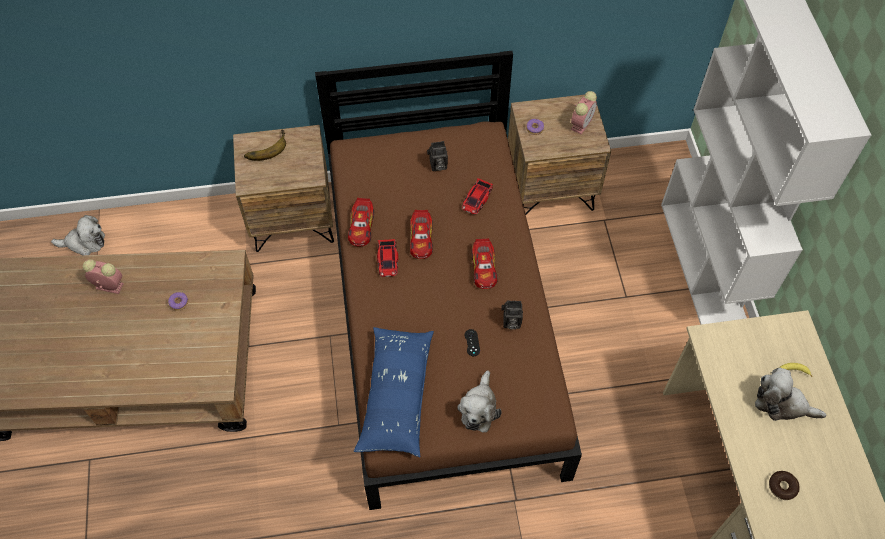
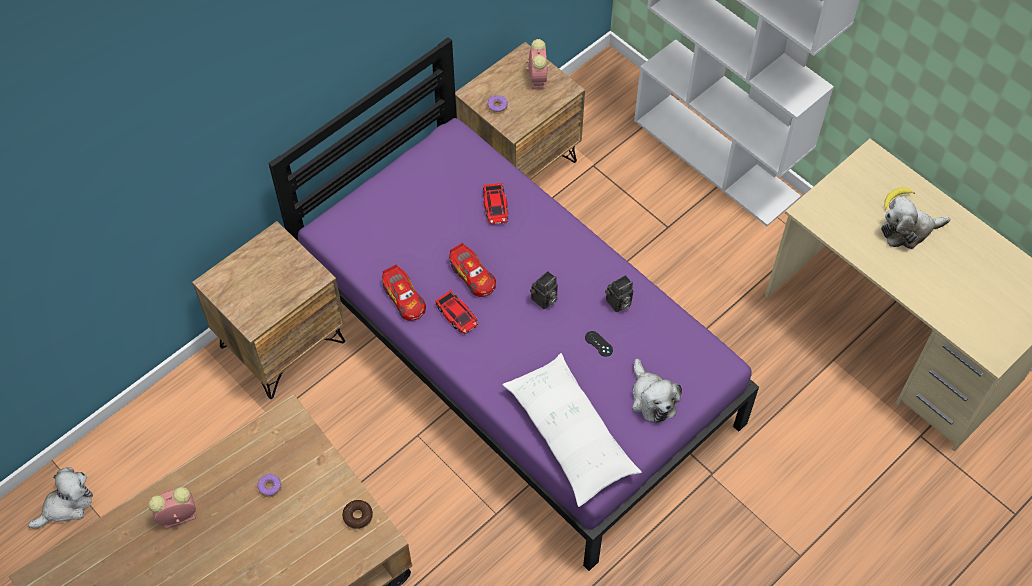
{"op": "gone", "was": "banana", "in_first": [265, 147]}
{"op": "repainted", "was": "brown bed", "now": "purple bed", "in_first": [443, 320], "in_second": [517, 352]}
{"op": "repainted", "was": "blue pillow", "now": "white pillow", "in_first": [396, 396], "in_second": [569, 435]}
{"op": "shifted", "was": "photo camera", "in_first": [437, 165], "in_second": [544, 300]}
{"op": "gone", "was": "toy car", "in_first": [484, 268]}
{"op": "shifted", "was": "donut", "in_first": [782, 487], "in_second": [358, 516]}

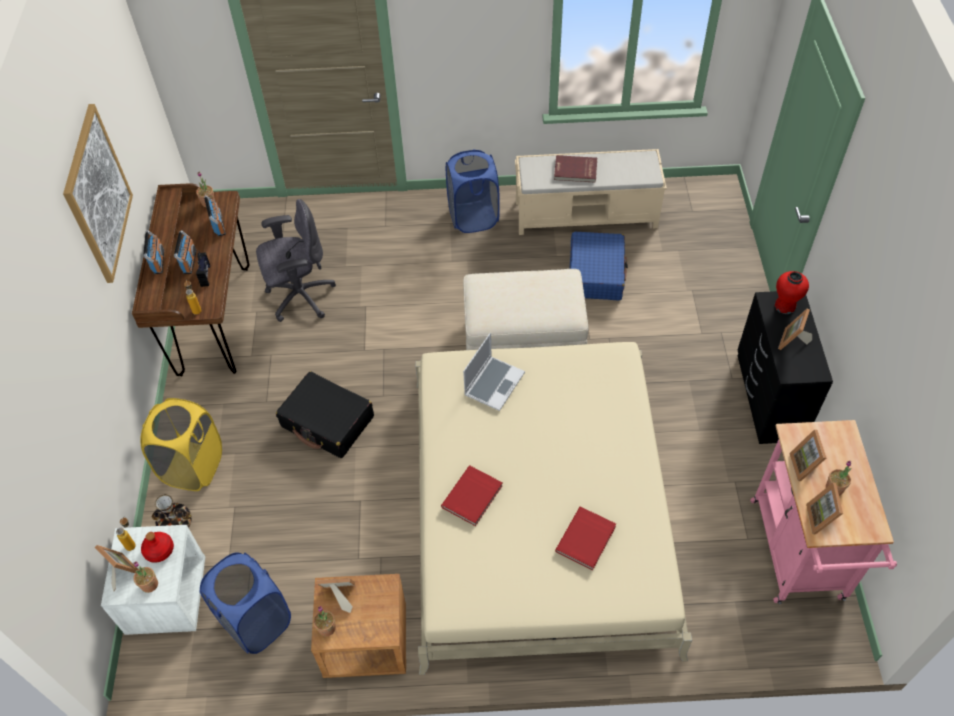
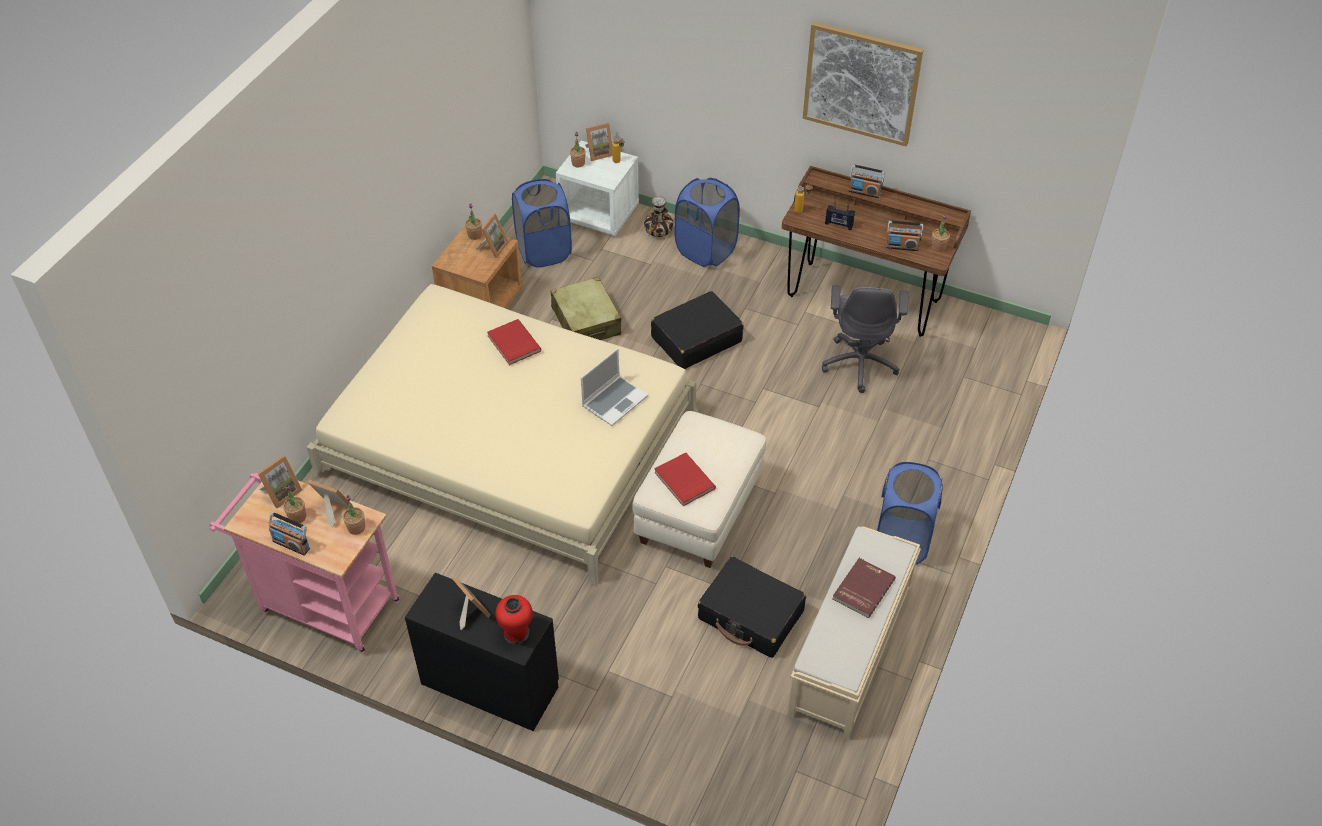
{"op": "repainted", "was": "yellow laundry basket", "now": "blue laundry basket", "in_first": [193, 467], "in_second": [706, 250]}
{"op": "gone", "was": "red bottle", "in_first": [159, 550]}
{"op": "shifted", "was": "radio", "in_first": [189, 262], "in_second": [291, 544]}
{"op": "rotated", "was": "laptop", "in_first": [494, 383], "in_second": [614, 401], "clockwise": -105}
{"op": "shifted", "was": "red book", "in_first": [586, 539], "in_second": [683, 481]}
{"op": "repainted", "was": "blue suitcase", "now": "black suitcase", "in_first": [596, 273], "in_second": [751, 615]}
{"op": "rotated", "was": "picture frame", "in_first": [822, 519], "in_second": [281, 493], "clockwise": 105}
{"op": "new", "now": "potted plant", "in_second": [356, 528]}
{"op": "new", "now": "beige suitcase", "in_second": [586, 321]}

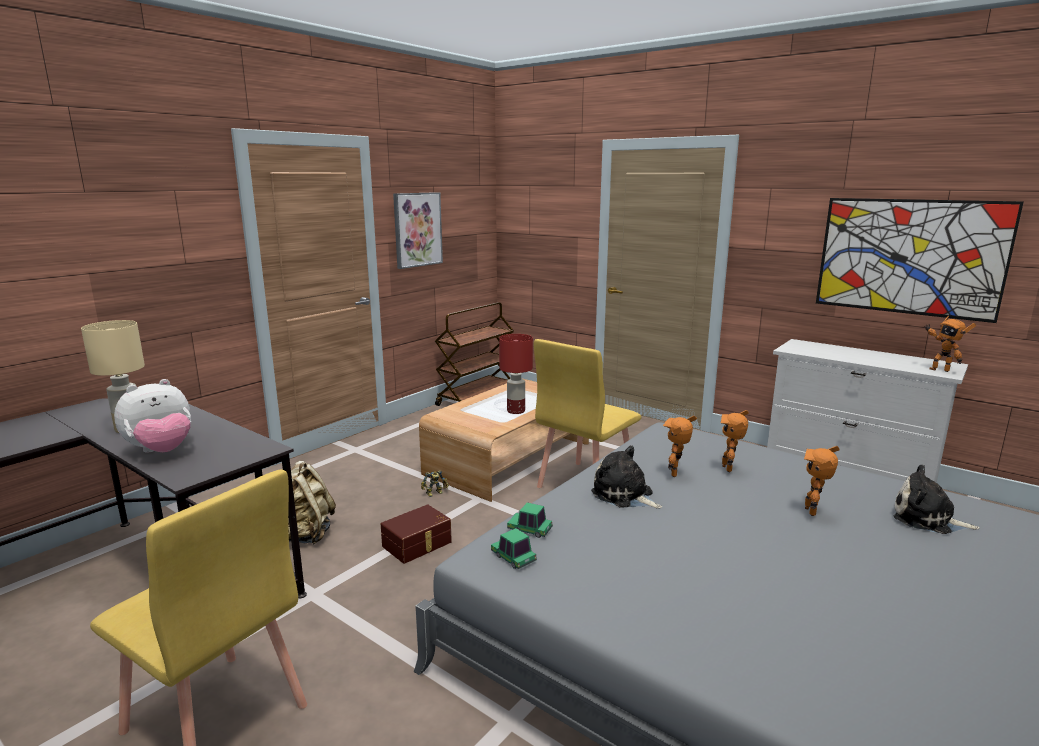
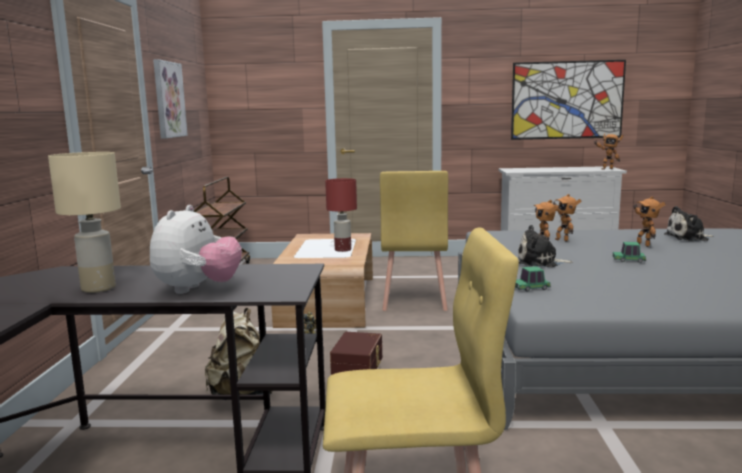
{"op": "shifted", "was": "toy car", "in_first": [513, 558], "in_second": [628, 260]}

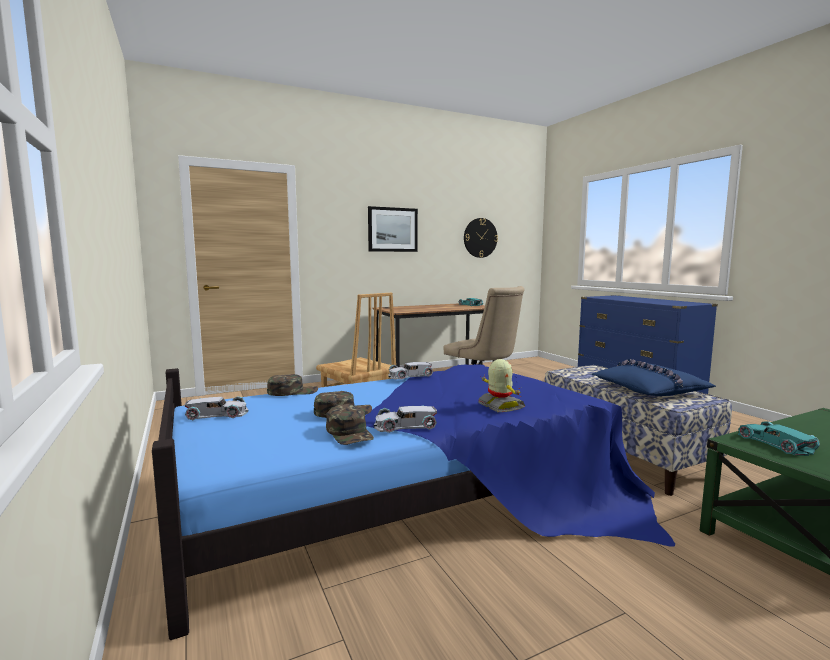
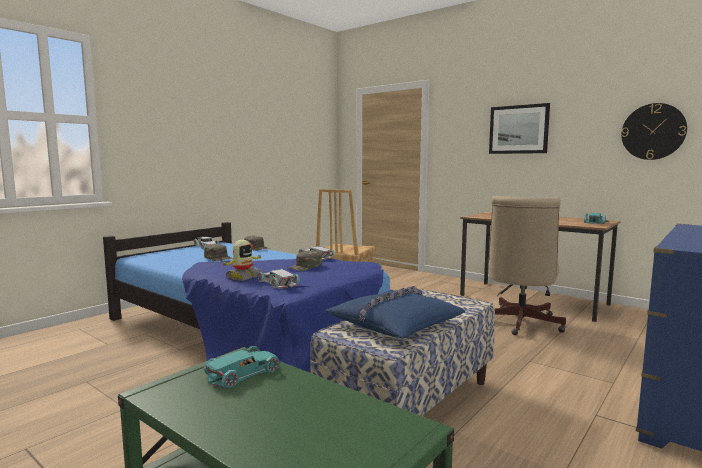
{"op": "shifted", "was": "green cap", "in_first": [350, 433], "in_second": [305, 267]}
{"op": "shifted", "was": "white toy car", "in_first": [405, 425], "in_second": [278, 283]}

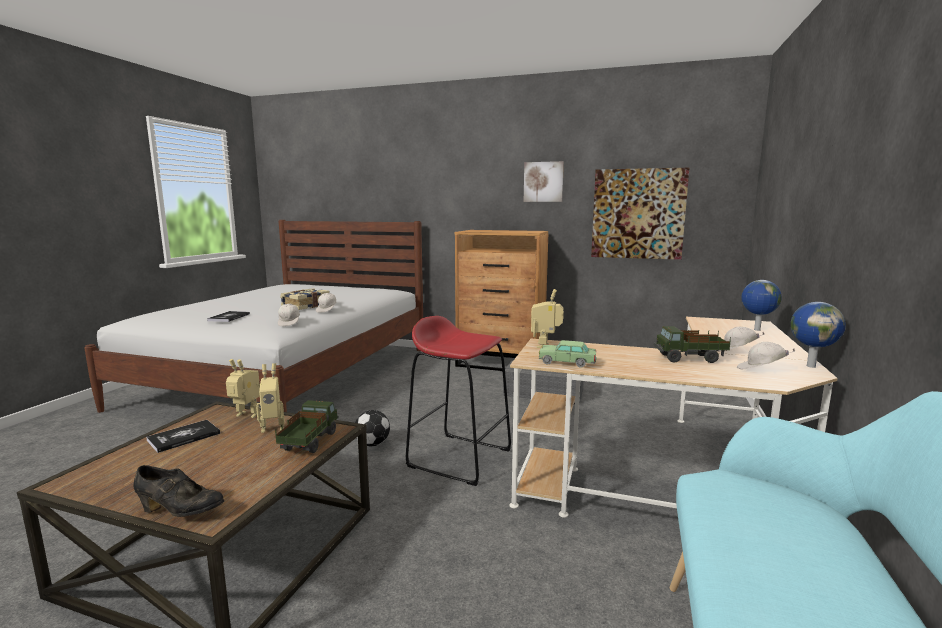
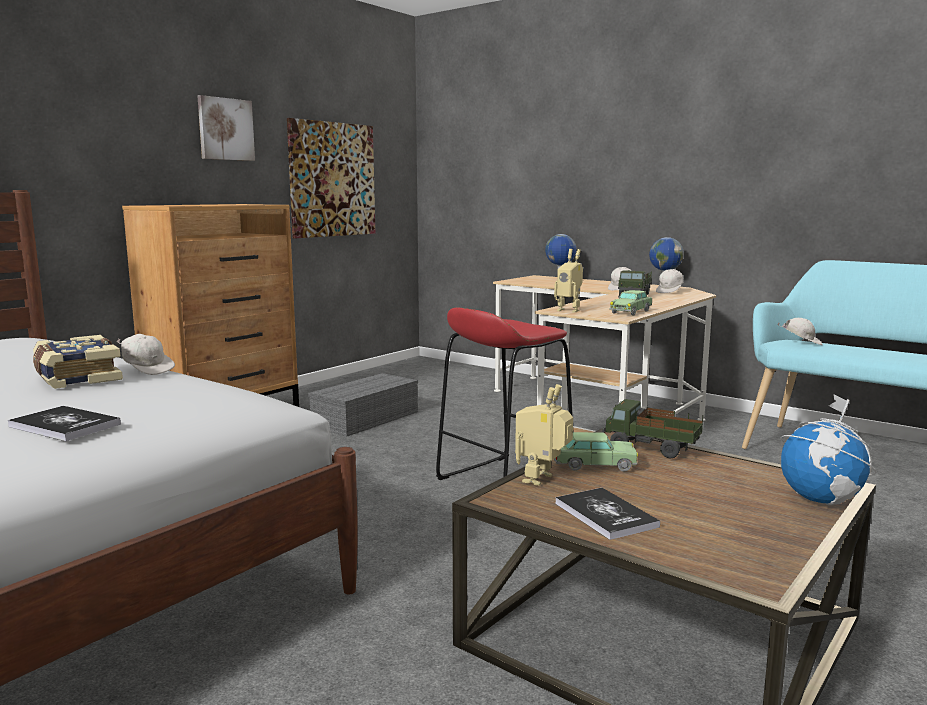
{"op": "swapped", "was": "black shoe", "now": "globe", "in_first": [180, 511], "in_second": [822, 500]}
{"op": "swapped", "was": "toy robot", "now": "toy car", "in_first": [273, 427], "in_second": [594, 465]}
{"op": "shifted", "was": "white cap", "in_first": [289, 323], "in_second": [801, 343]}
{"op": "gone", "was": "football", "in_first": [373, 444]}

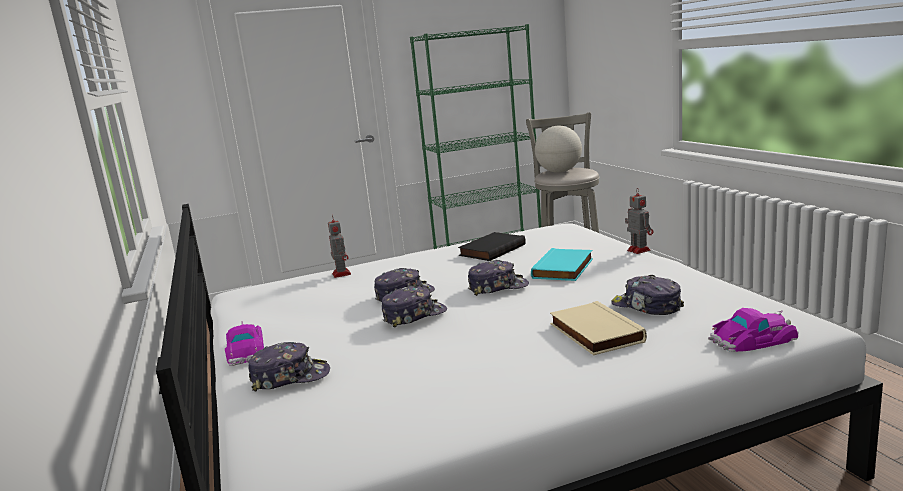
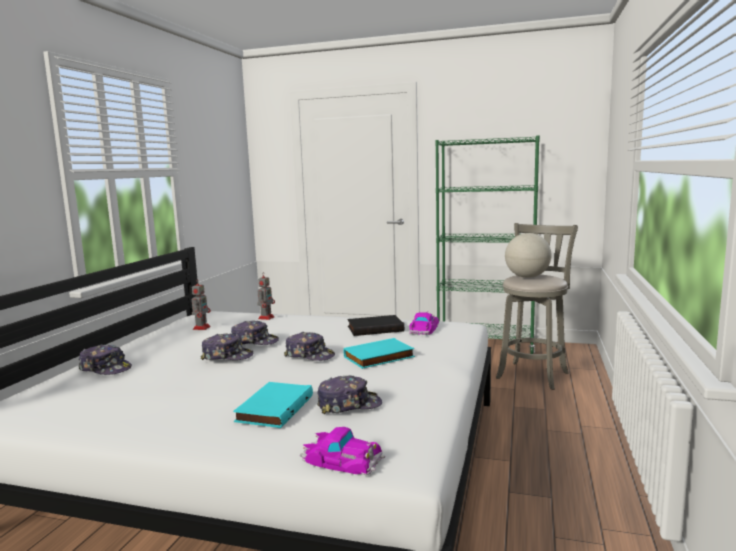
{"op": "shifted", "was": "toy car", "in_first": [245, 350], "in_second": [423, 329]}
{"op": "repainted", "was": "beige book", "now": "turquoise book", "in_first": [593, 333], "in_second": [273, 408]}
{"op": "rotated", "was": "cap", "in_first": [646, 307], "in_second": [349, 405], "clockwise": 90}
{"op": "shifted", "was": "toy robot", "in_first": [638, 250], "in_second": [202, 327]}

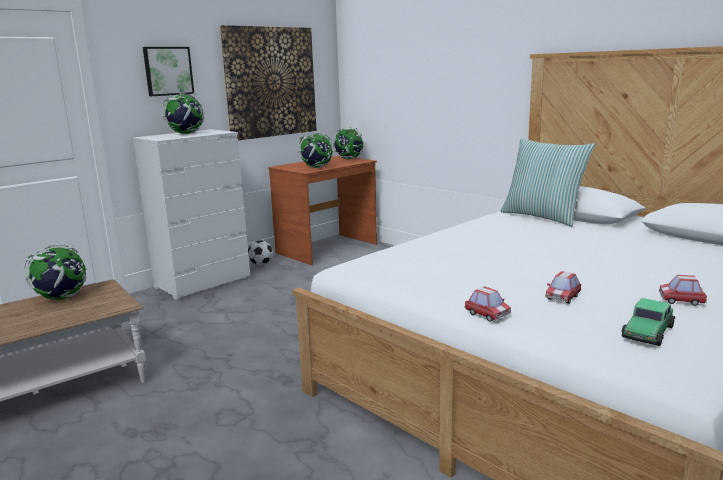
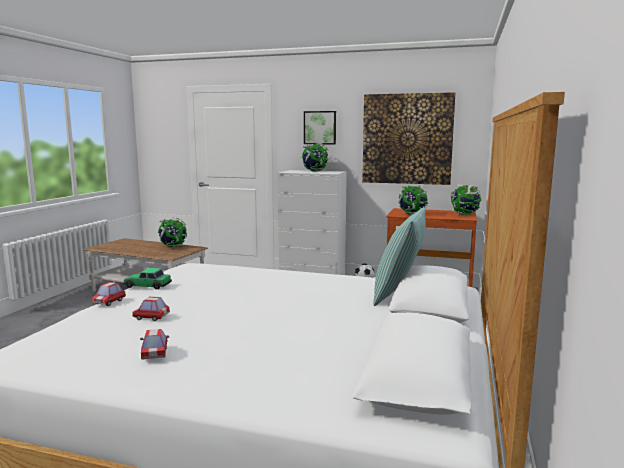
{"op": "shifted", "was": "toy car", "in_first": [647, 332], "in_second": [147, 285]}

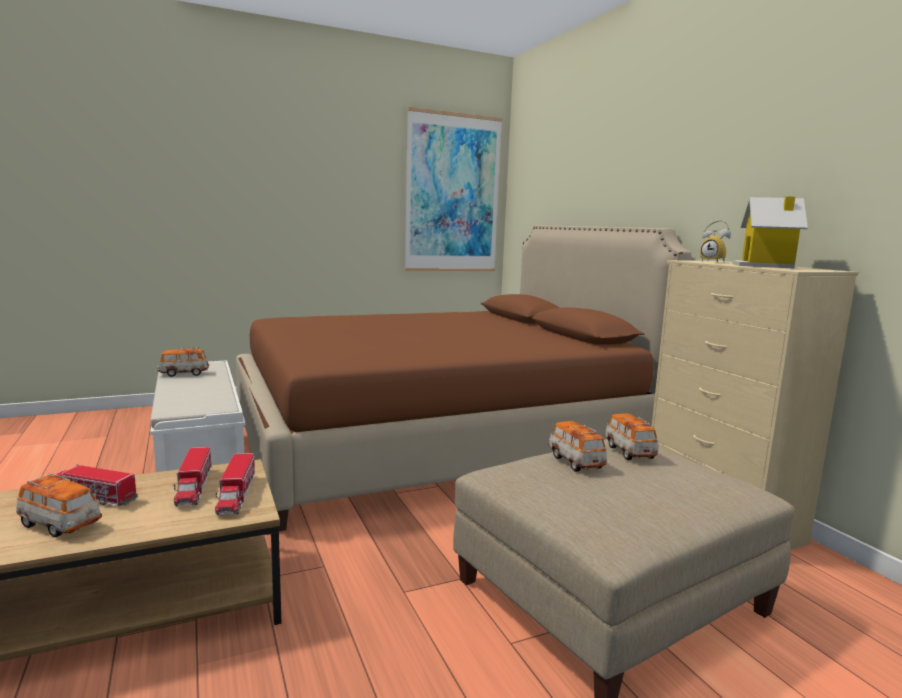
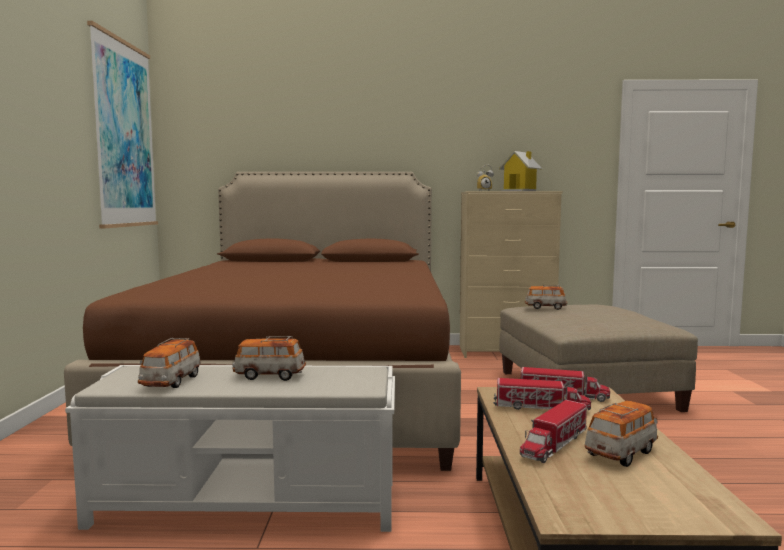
{"op": "shifted", "was": "toy car", "in_first": [575, 462], "in_second": [269, 376]}

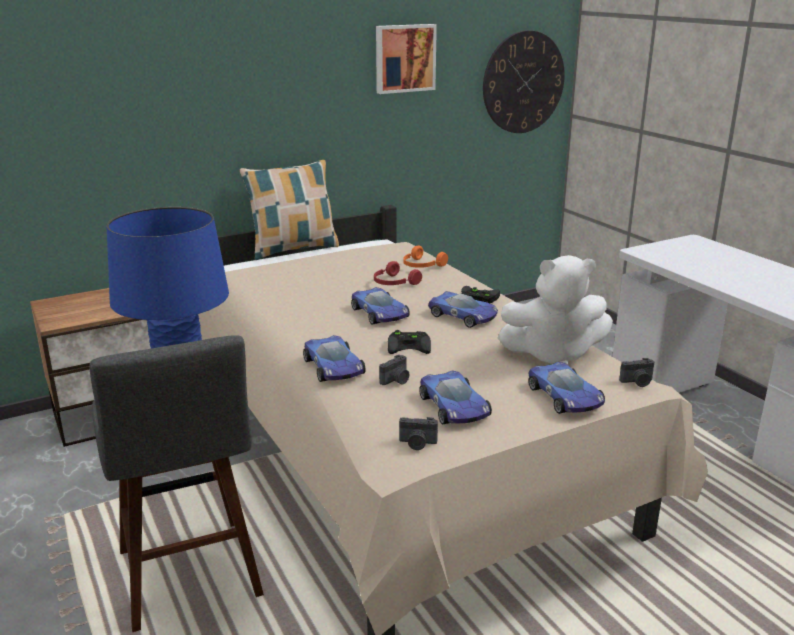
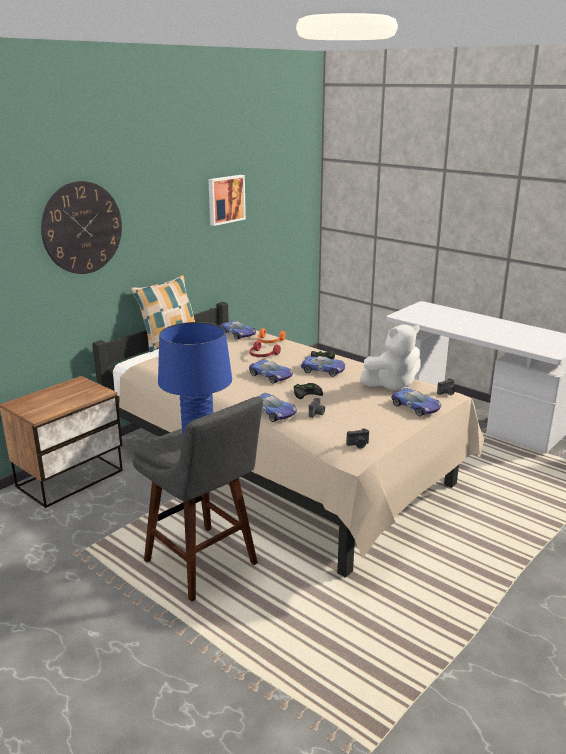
{"op": "shifted", "was": "toy car", "in_first": [454, 407], "in_second": [238, 334]}
{"op": "shifted", "was": "wall clock", "in_first": [523, 82], "in_second": [82, 228]}

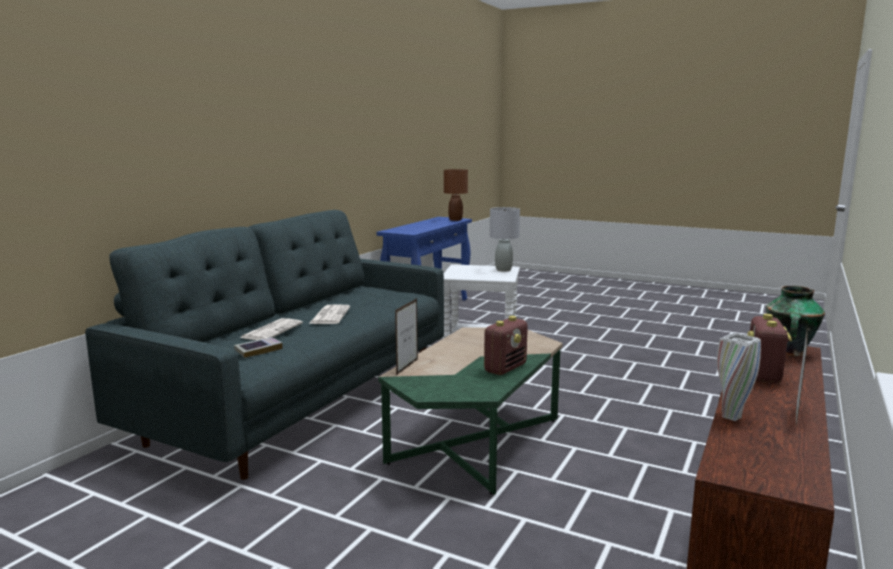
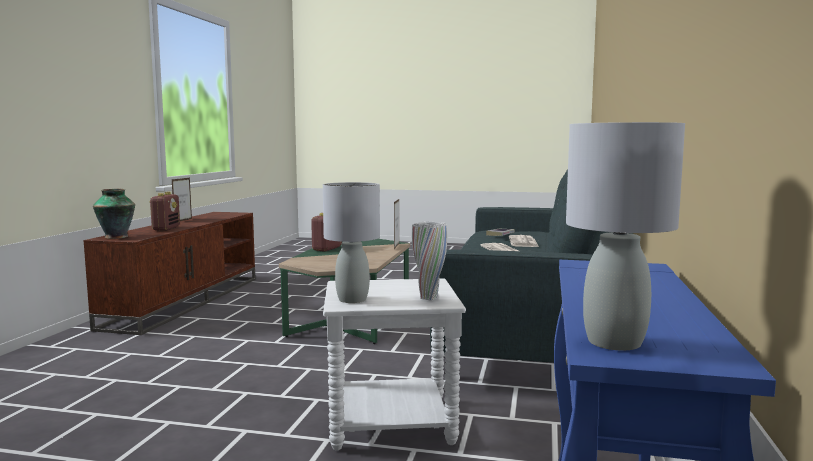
{"op": "repainted", "was": "brown table lamp", "now": "grey table lamp", "in_first": [455, 220], "in_second": [614, 341]}
{"op": "shifted", "was": "white vase", "in_first": [731, 417], "in_second": [429, 298]}

